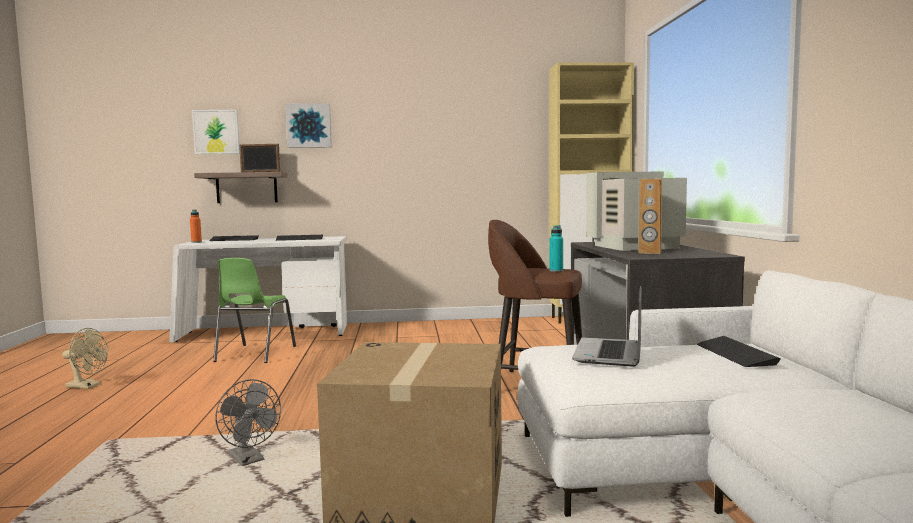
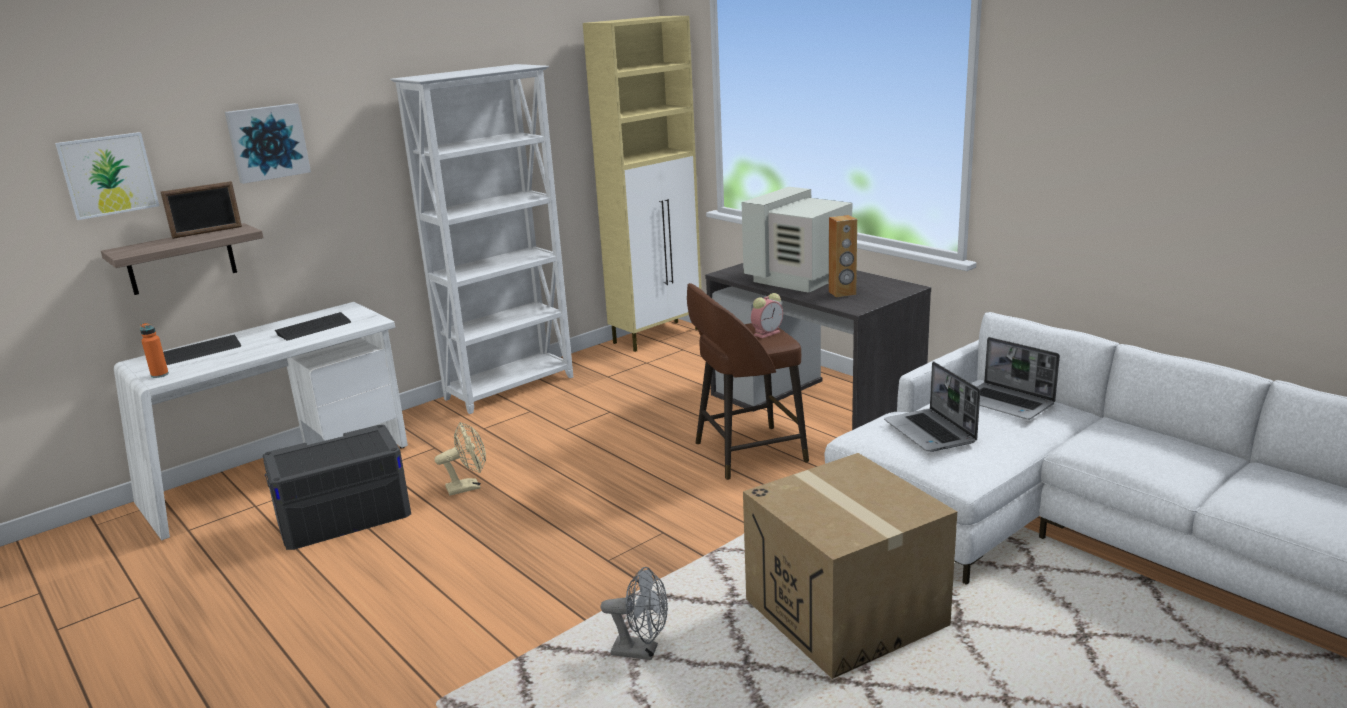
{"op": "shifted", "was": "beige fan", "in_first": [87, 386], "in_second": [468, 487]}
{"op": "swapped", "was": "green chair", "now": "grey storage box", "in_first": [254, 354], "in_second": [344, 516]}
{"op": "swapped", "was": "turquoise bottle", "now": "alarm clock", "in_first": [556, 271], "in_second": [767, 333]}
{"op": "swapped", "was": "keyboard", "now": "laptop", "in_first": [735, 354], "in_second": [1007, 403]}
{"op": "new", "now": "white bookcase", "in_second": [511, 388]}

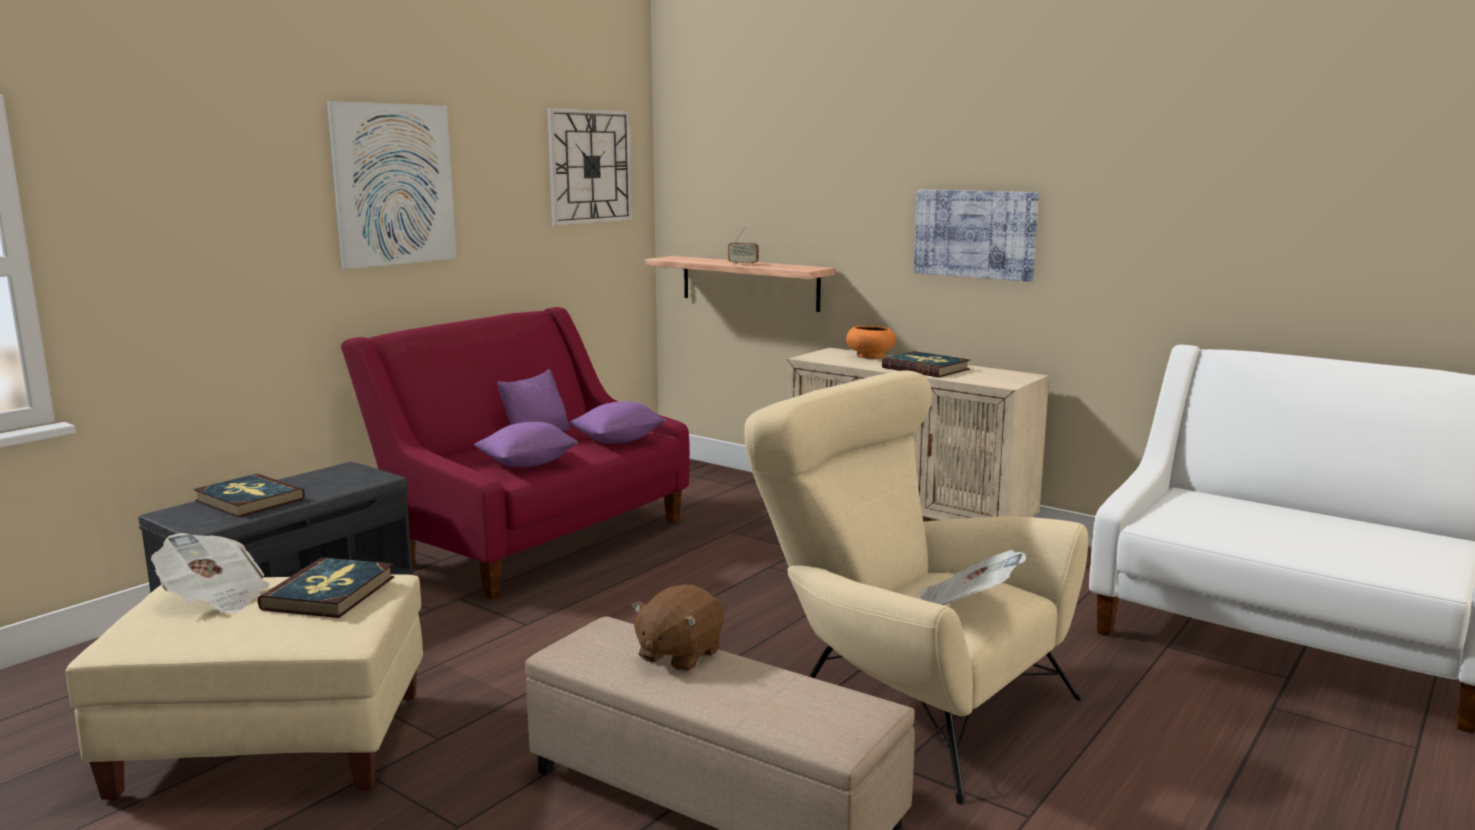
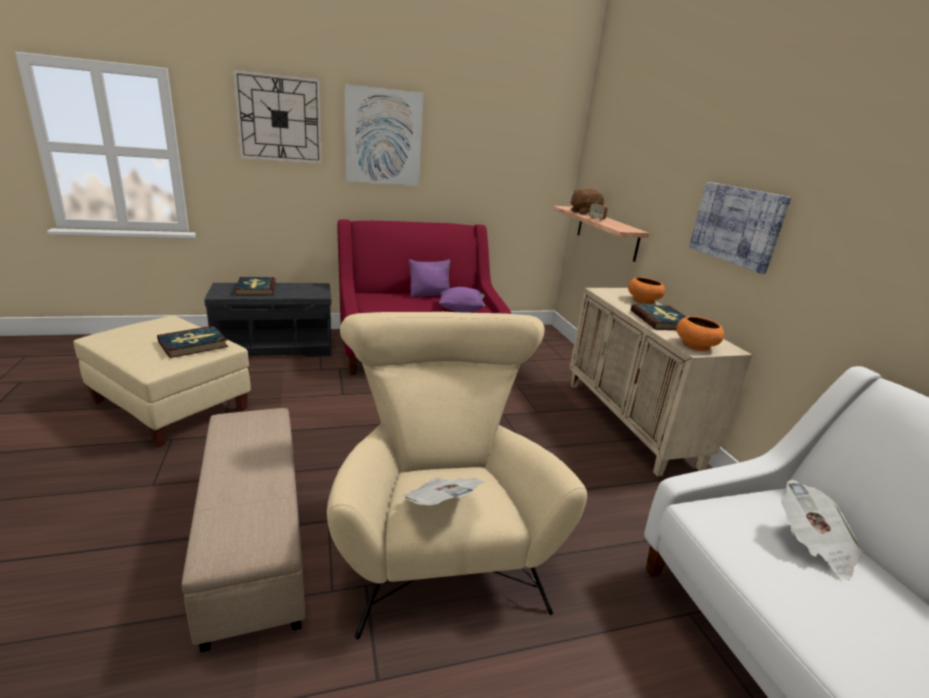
{"op": "shifted", "was": "newspaper", "in_first": [214, 598], "in_second": [813, 545]}
{"op": "gone", "was": "purple pillow", "in_first": [527, 464]}
{"op": "shifted", "was": "wall clock", "in_first": [590, 166], "in_second": [279, 119]}
{"op": "shifted", "was": "brown plush toy", "in_first": [678, 655], "in_second": [584, 213]}
{"op": "new", "now": "orange bowl", "in_second": [695, 345]}

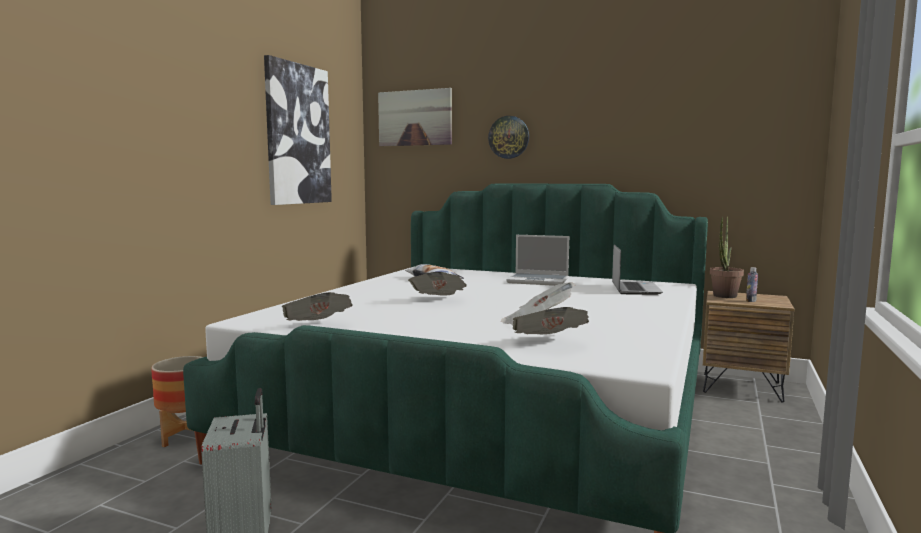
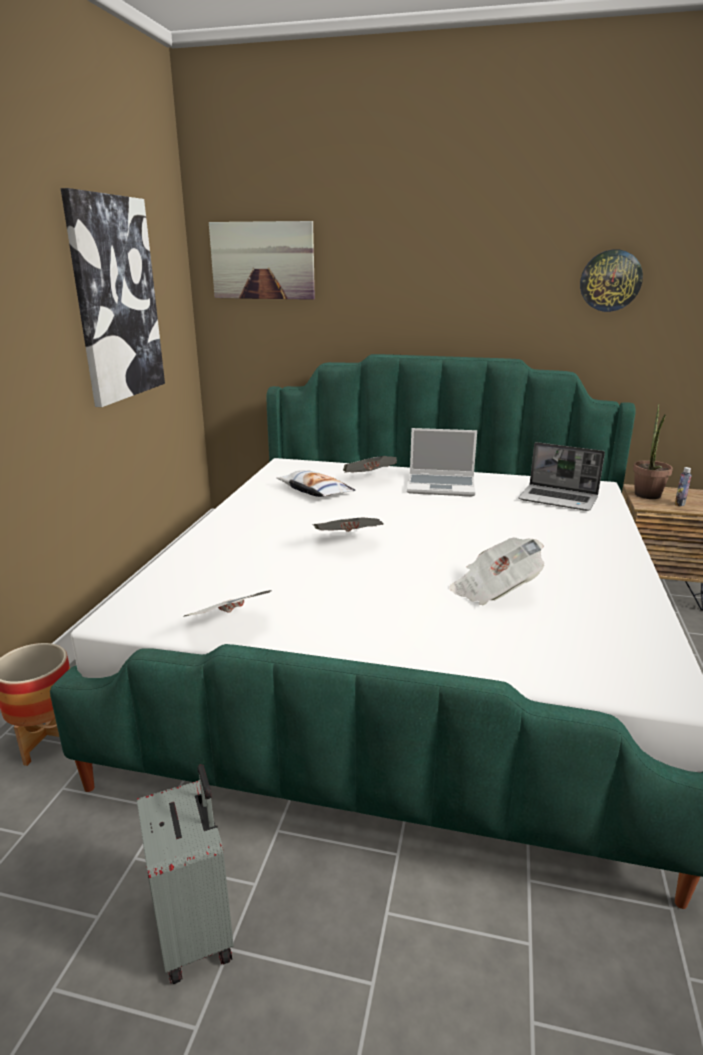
{"op": "shifted", "was": "wall clock", "in_first": [509, 137], "in_second": [610, 280]}
{"op": "shifted", "was": "newspaper", "in_first": [549, 343], "in_second": [369, 480]}
{"op": "rotated", "was": "laptop", "in_first": [634, 289], "in_second": [559, 499], "clockwise": 120}

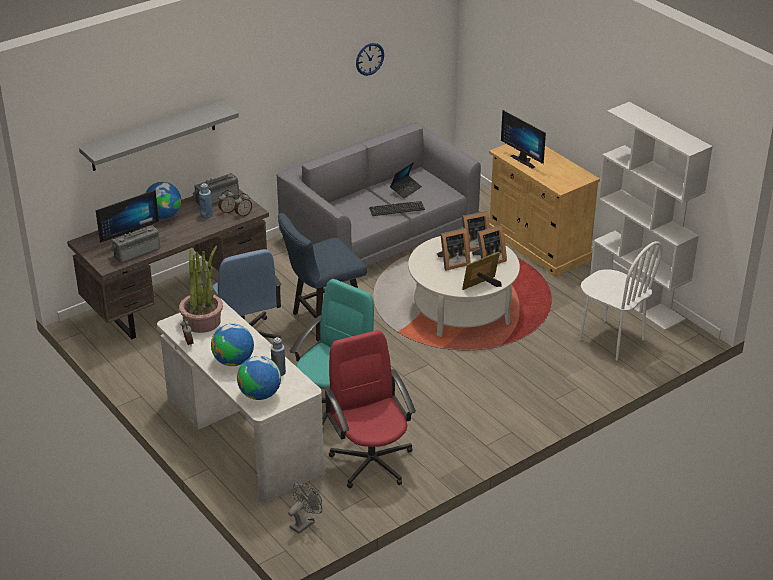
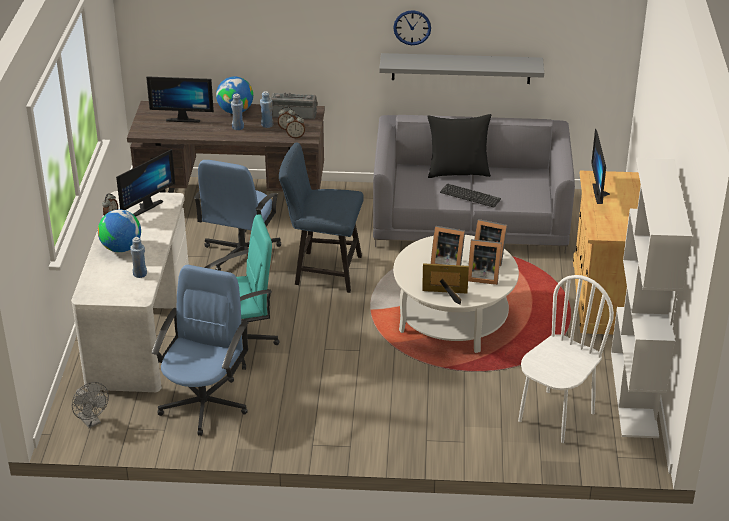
{"op": "shifted", "was": "grey shelf", "in_first": [153, 136], "in_second": [461, 68]}
{"op": "gone", "was": "radio", "in_first": [136, 252]}
{"op": "swapped", "was": "potted plant", "now": "monitor", "in_first": [202, 321], "in_second": [144, 206]}
{"op": "gone", "was": "globe", "in_first": [260, 394]}
{"op": "rotated", "was": "grey fan", "in_first": [305, 522], "in_second": [91, 422], "clockwise": 60}
{"op": "repainted", "was": "red office chair", "now": "blue office chair", "in_first": [371, 461], "in_second": [205, 404]}
{"op": "shifted", "was": "wall clock", "in_first": [369, 59], "in_second": [412, 27]}
{"op": "gone", "was": "laptop", "in_first": [406, 189]}
{"op": "rotated", "was": "white chair", "in_first": [611, 339], "in_second": [555, 416], "clockwise": -135}
{"op": "new", "now": "blue bottle", "in_second": [238, 127]}
{"op": "new", "now": "black pillow", "in_second": [458, 172]}

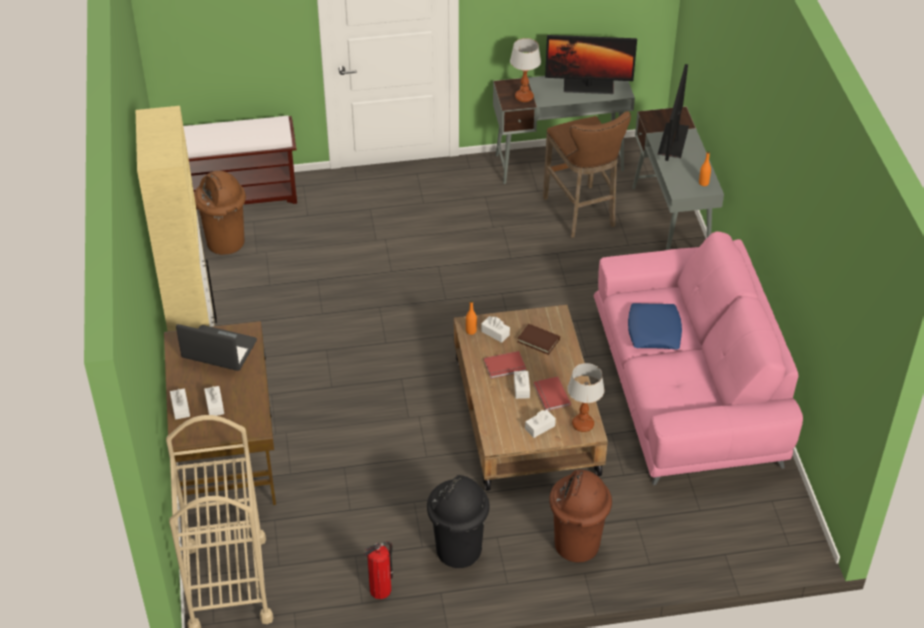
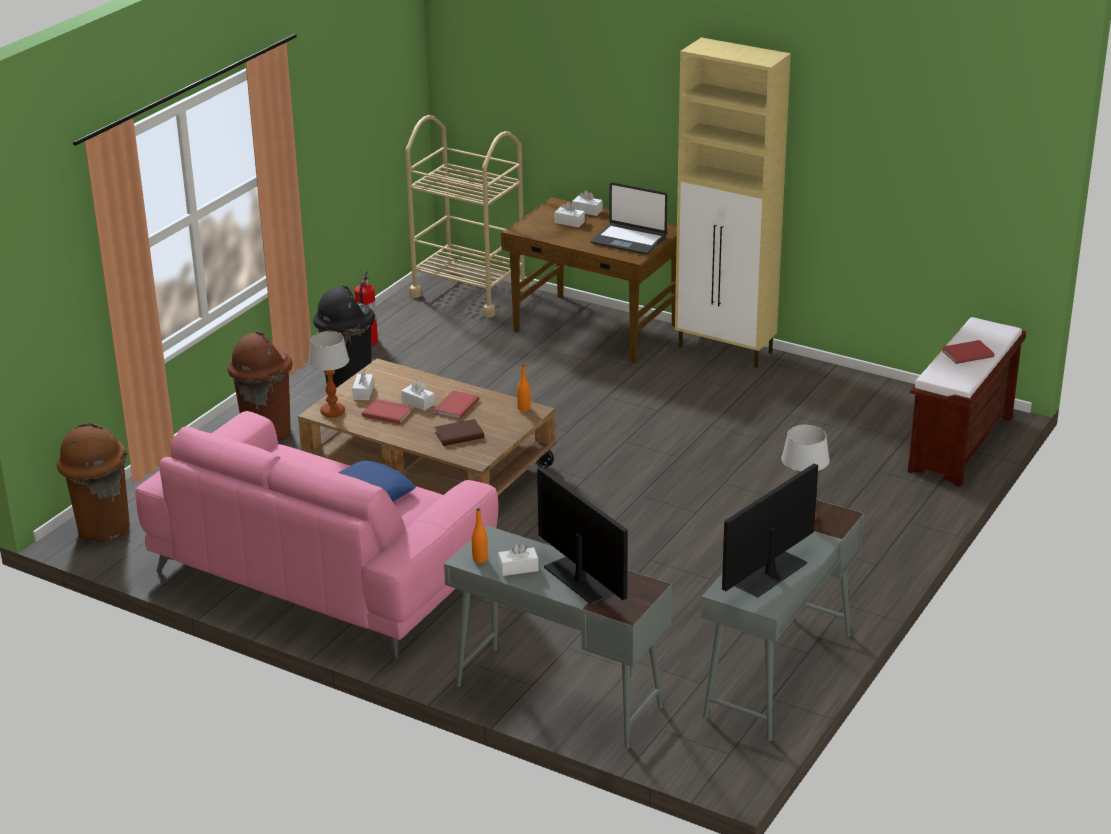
{"op": "rotated", "was": "laptop", "in_first": [219, 350], "in_second": [629, 240], "clockwise": 60}
{"op": "shifted", "was": "brown trash can", "in_first": [226, 243], "in_second": [102, 529]}
{"op": "shifted", "was": "white tissue box", "in_first": [495, 333], "in_second": [518, 568]}
{"op": "gone", "was": "brown stool", "in_first": [581, 214]}
{"op": "new", "now": "red book", "in_second": [966, 353]}

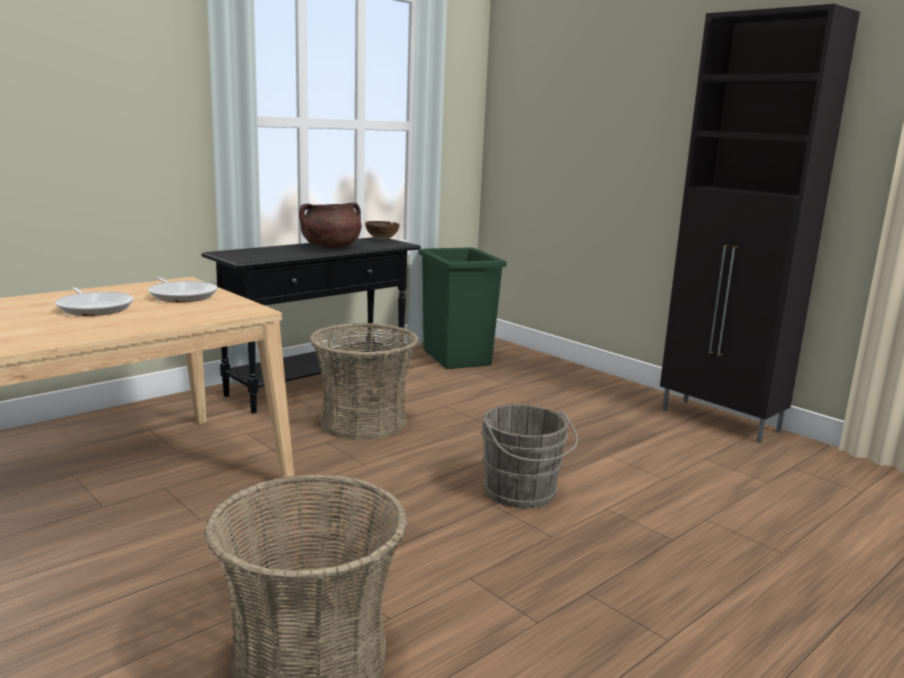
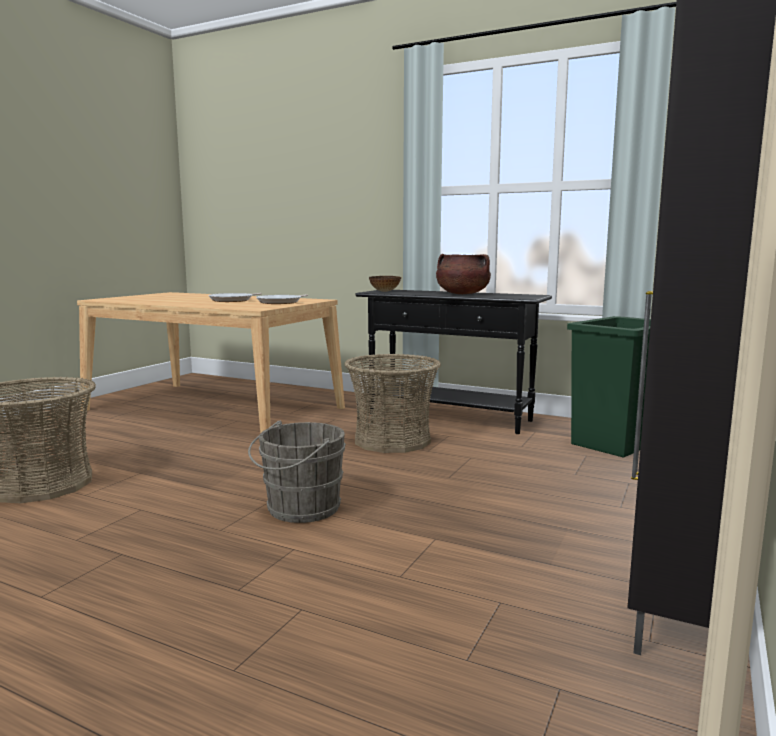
{"op": "shifted", "was": "bowl", "in_first": [382, 239], "in_second": [384, 291]}

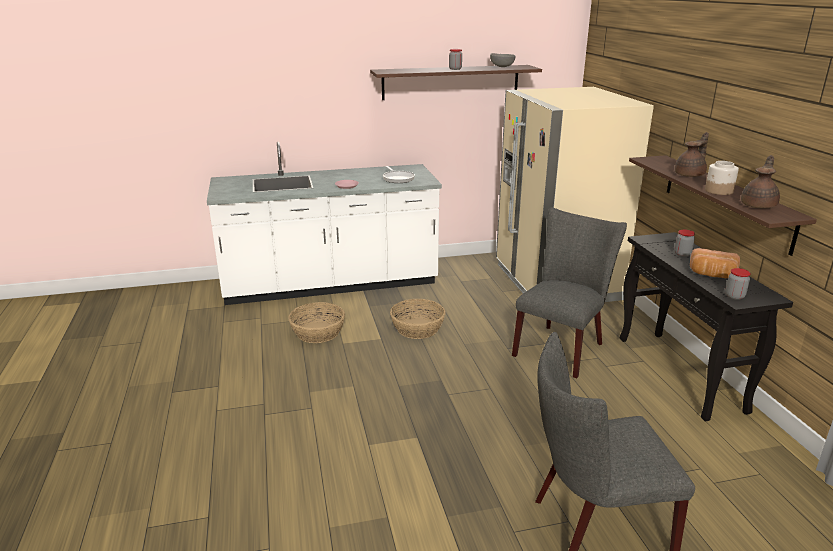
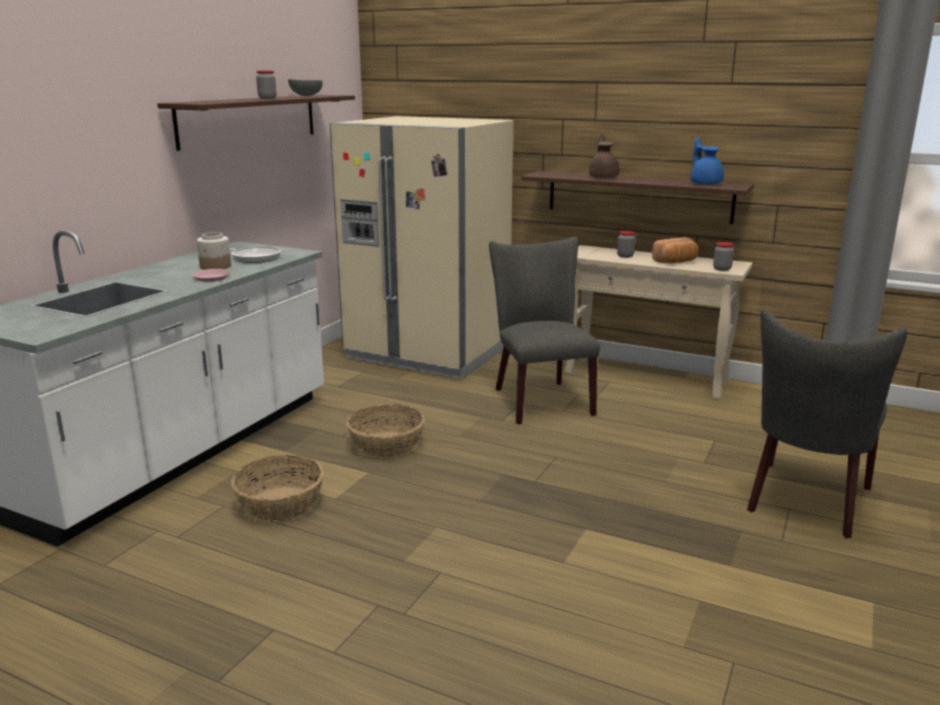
{"op": "repainted", "was": "black console table", "now": "beige console table", "in_first": [680, 374], "in_second": [647, 378]}
{"op": "shifted", "was": "jar", "in_first": [719, 191], "in_second": [215, 267]}
{"op": "repainted", "was": "brown teapot", "now": "blue teapot", "in_first": [759, 205], "in_second": [705, 184]}

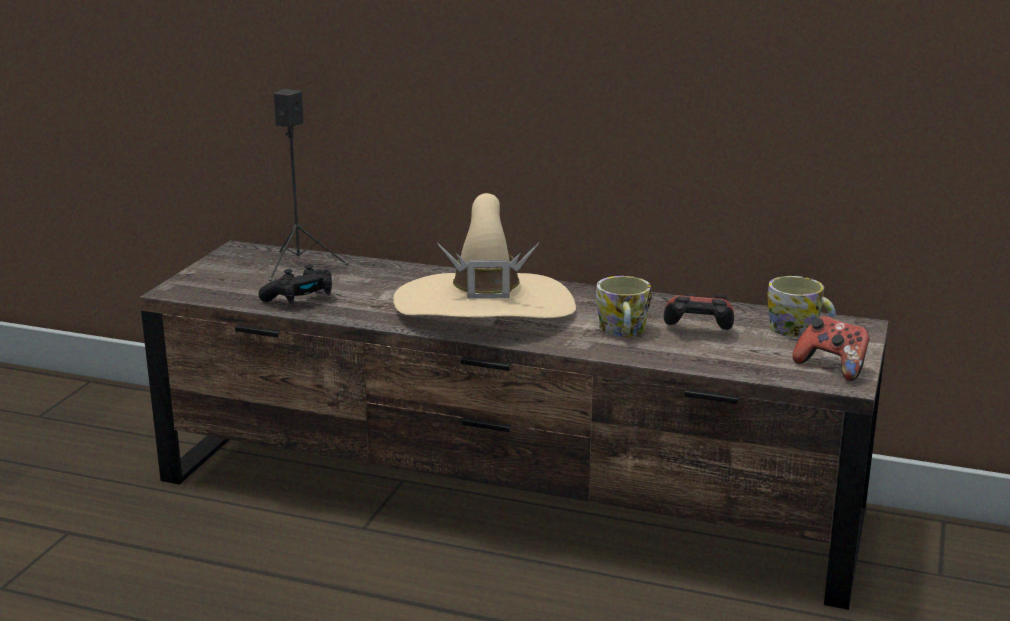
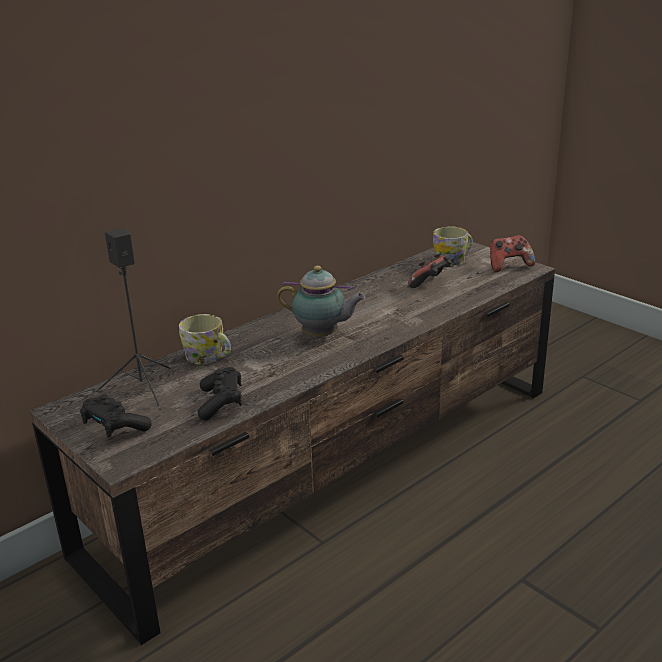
{"op": "swapped", "was": "beige hat", "now": "teapot", "in_first": [485, 308], "in_second": [322, 336]}
{"op": "shifted", "was": "mug", "in_first": [623, 332], "in_second": [209, 357]}
{"op": "new", "now": "black game controller", "in_second": [115, 427]}

